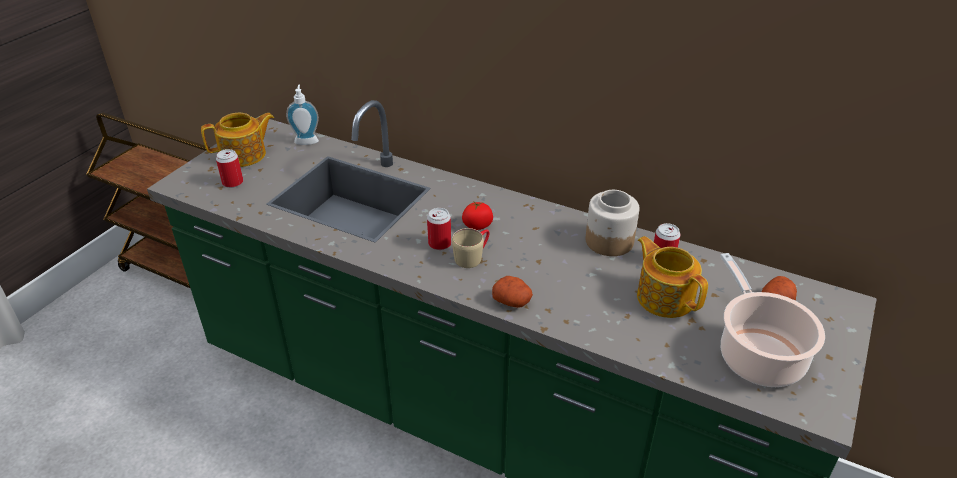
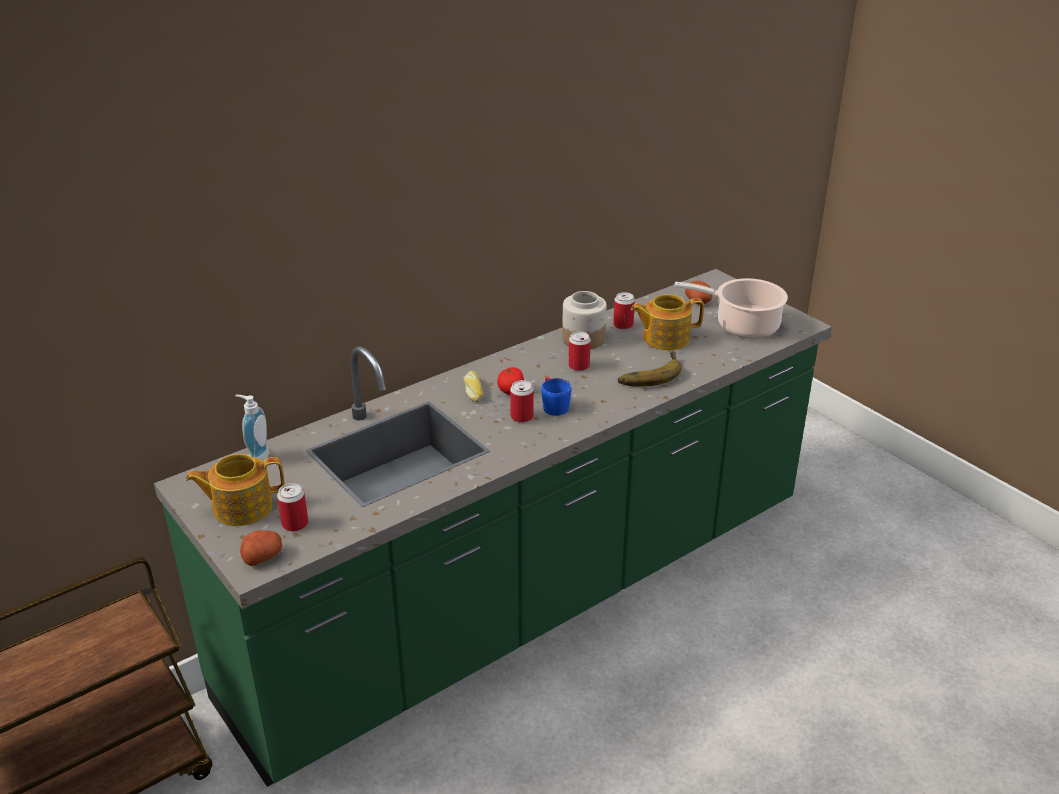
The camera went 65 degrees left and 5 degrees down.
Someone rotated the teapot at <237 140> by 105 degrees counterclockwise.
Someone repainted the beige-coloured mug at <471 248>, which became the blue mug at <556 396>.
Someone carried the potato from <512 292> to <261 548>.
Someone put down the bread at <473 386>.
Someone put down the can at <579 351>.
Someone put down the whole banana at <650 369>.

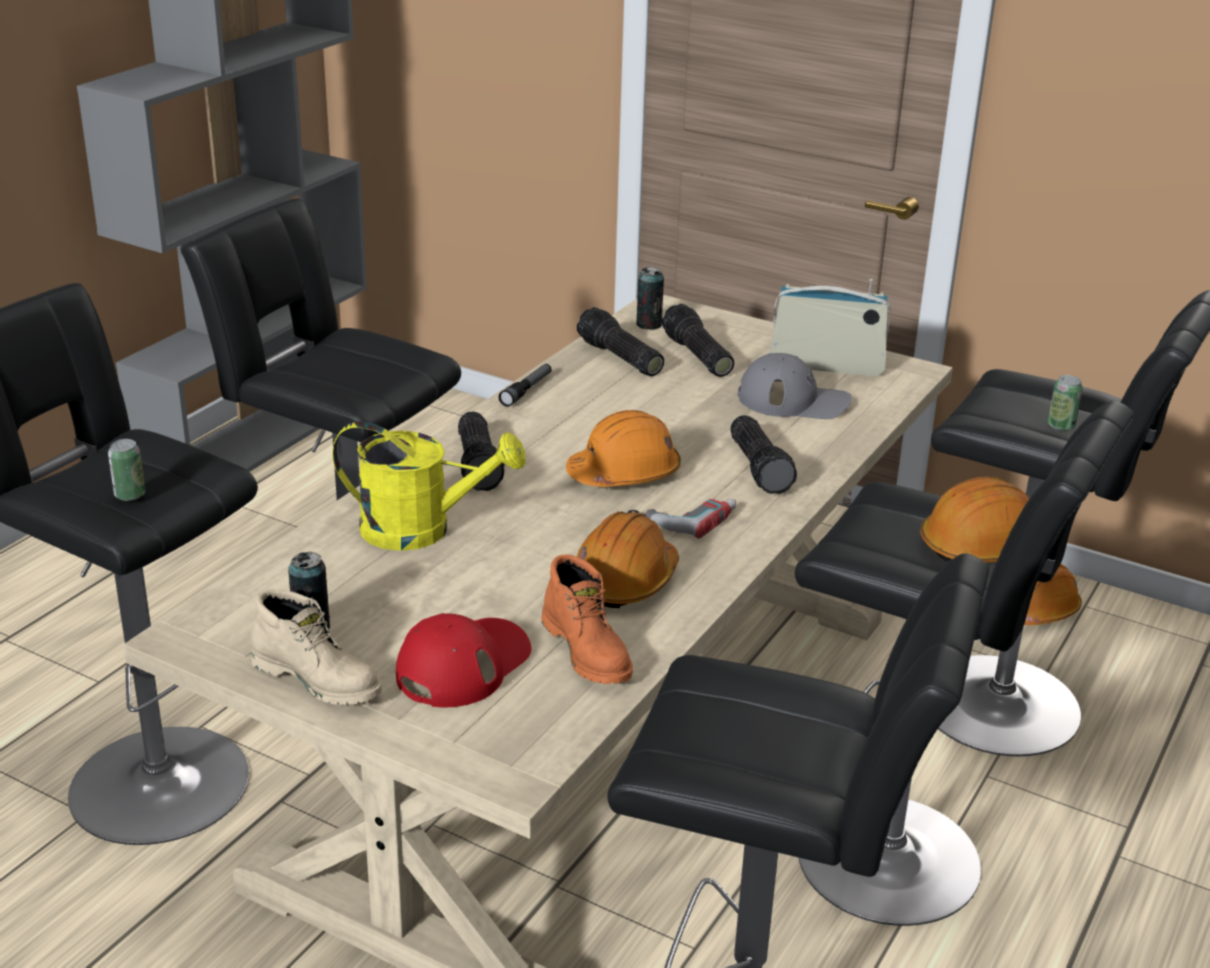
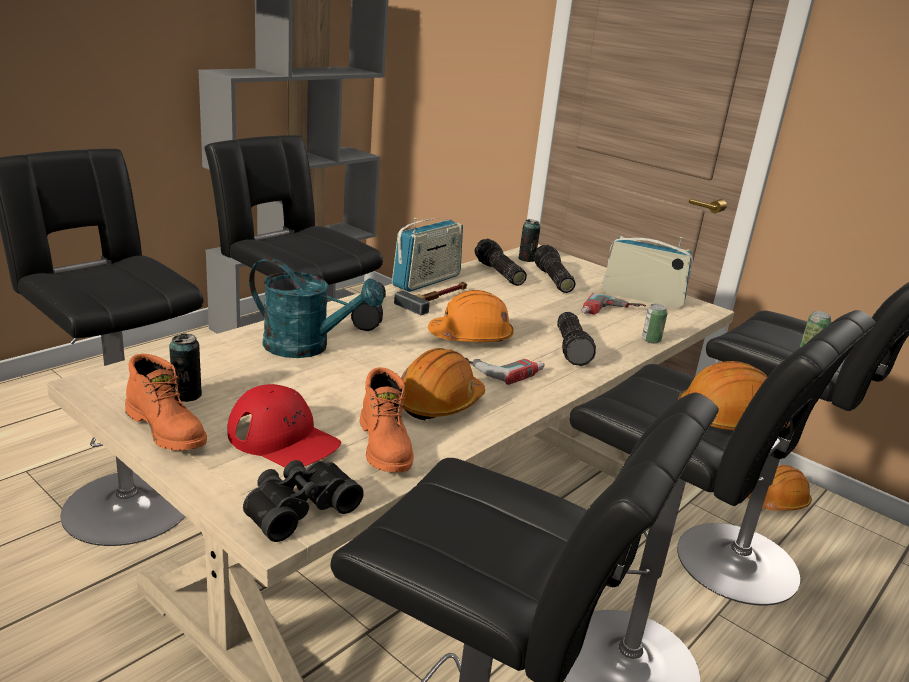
The camera went 10 degrees right and 5 degrees down.
Someone carried the can from <126 470> to <654 324>.
Someone repainted the beige-coloured tall boot at <316 647>, which became the orangey tall boot at <166 402>.
Someone repainted the yellow-coloured sprinkling can at <429 486>, which became the blue-green sprinkling can at <316 308>.
Someone rotated the red-coloured baseball cap at <463 660> by 75 degrees clockwise.
Someone swapped the flashlight at <525 385> for the radio receiver at <427 255>.
Someone swapped the grey baseball cap at <795 386> for the electric drill at <614 303>.
Someone put down the blackish pair of binoculars at <303 501>.
Someone put down the hand hammer at <430 298>.

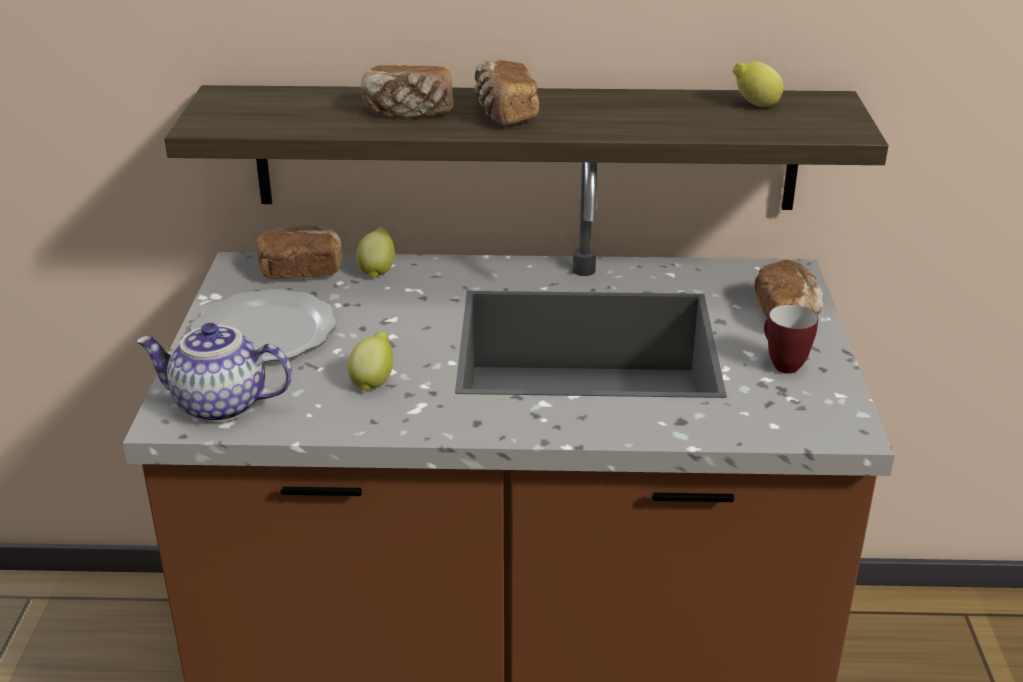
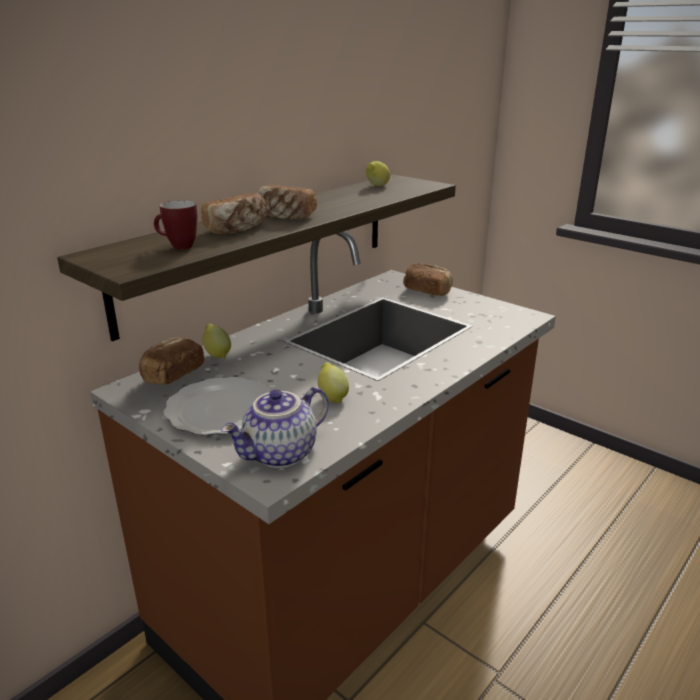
The camera went 50 degrees left and 5 degrees down.
Someone carried the mug from <791 339> to <175 225>.

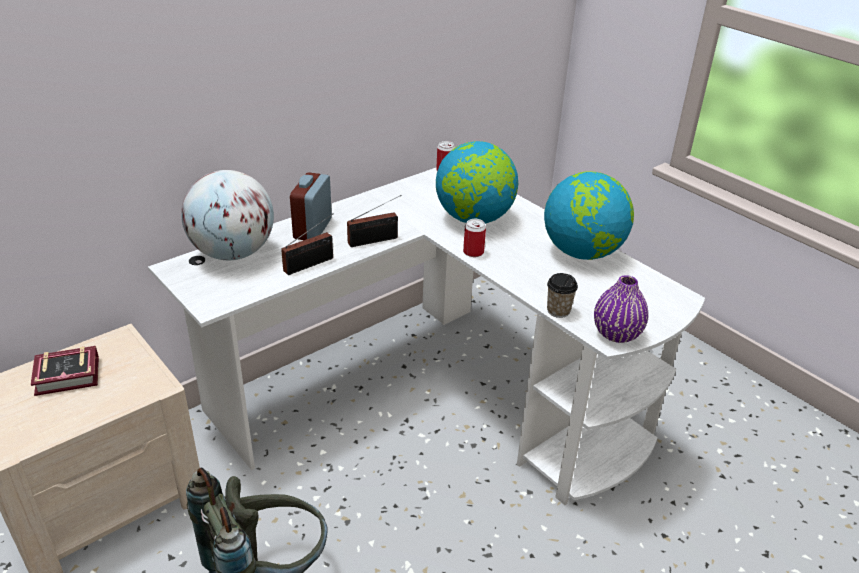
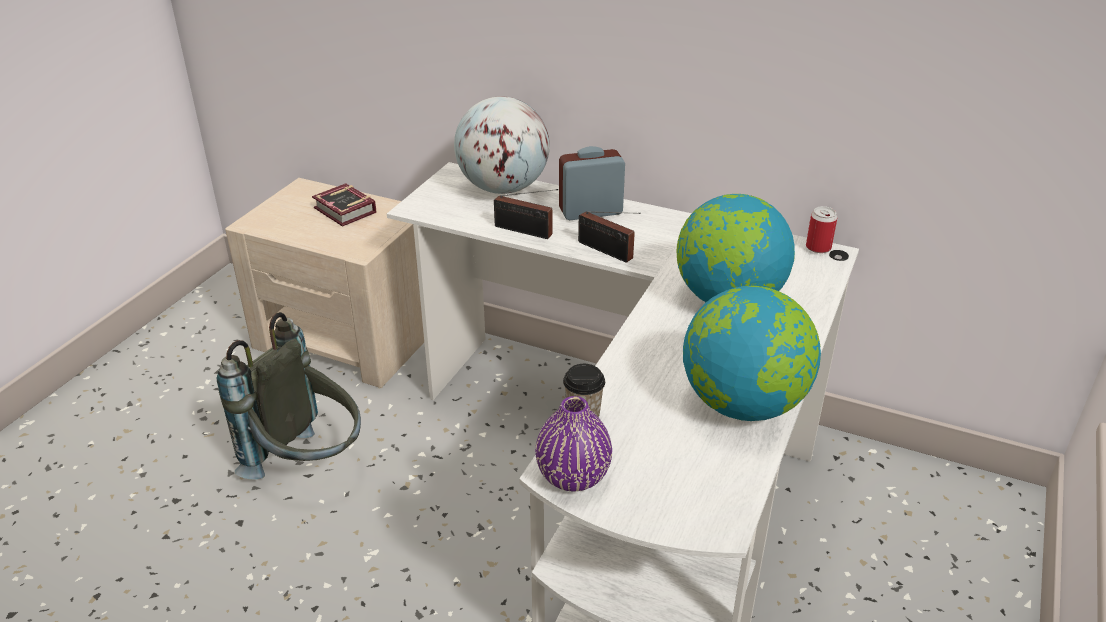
The camera went 65 degrees right and 0 degrees up.
Someone took away the can at <474 238>.

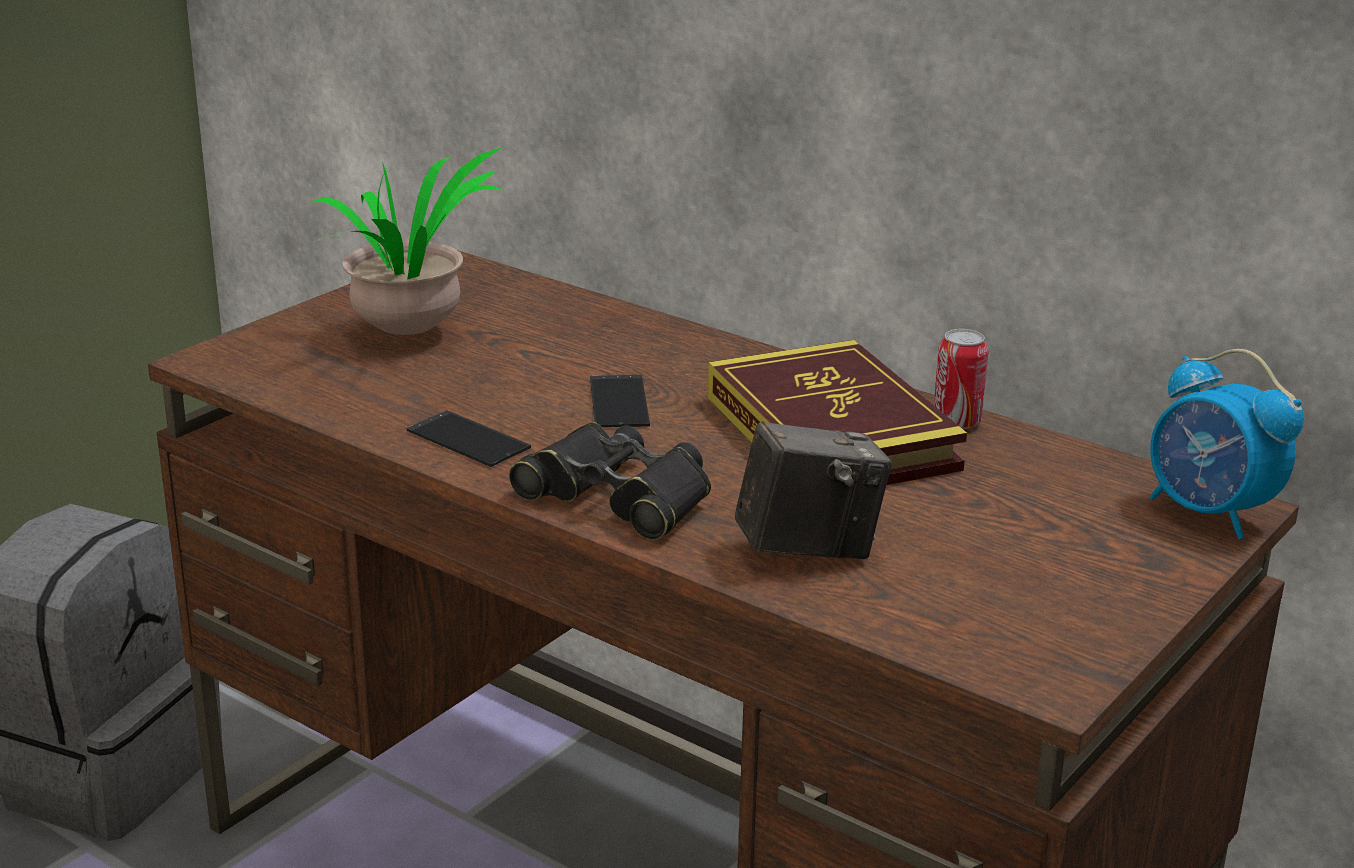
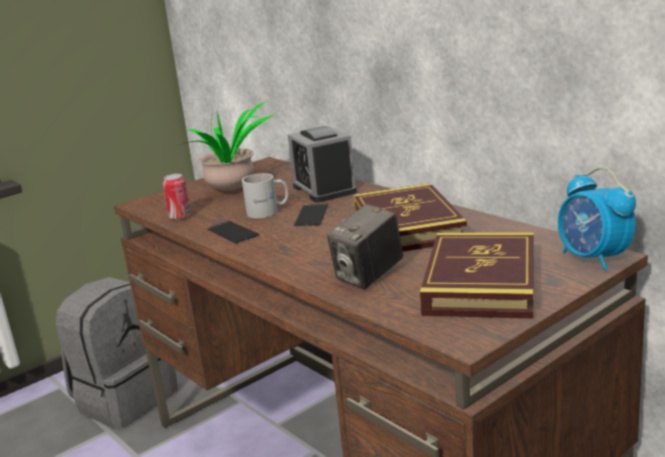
The camera went 15 degrees right and 5 degrees down.
Someone took away the blackish pair of binoculars at <610 481>.
Someone rotated the still camera at <813 490> by 135 degrees clockwise.
Someone carried the can from <961 379> to <177 197>.
Someone put down the whitish mug at <265 195>.
Someone put down the table clock at <322 164>.
Someone put down the volume at <477 275>.

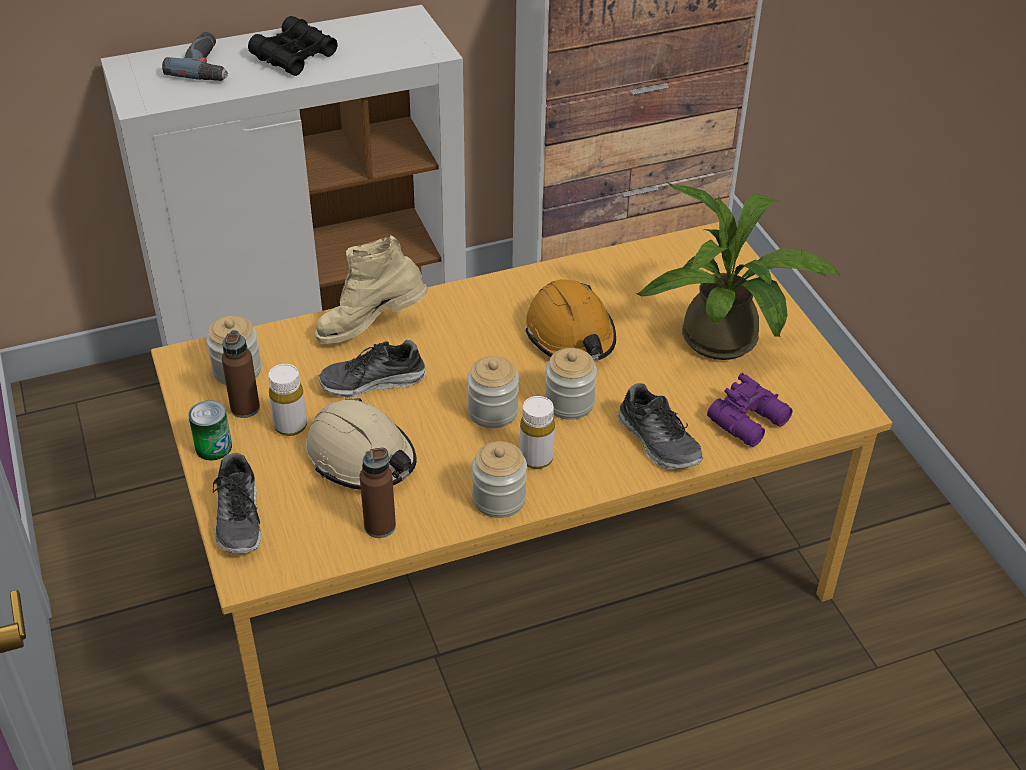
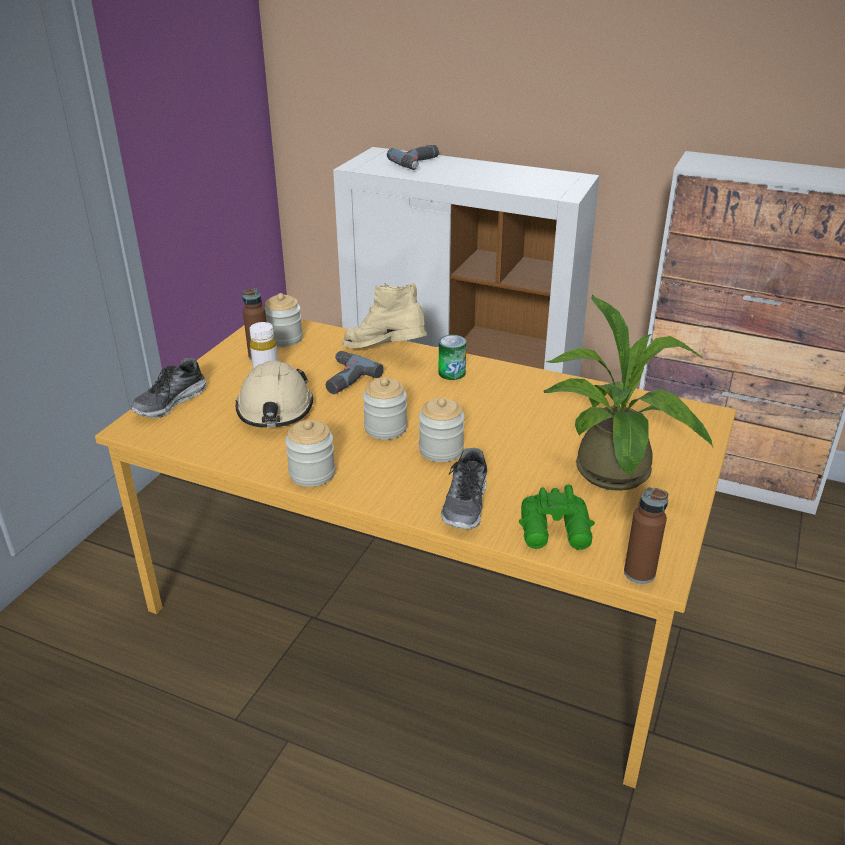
The camera went 45 degrees right and 10 degrees down.
Someone carried the can from <210 430> to <452 357>.
Someone took away the blackish pair of binoculars at <292 46>.
Someone swapped the shoe at <372 369> for the electric drill at <355 372>.
Someone carried the brown bottle from <378 493> to <646 535>.
Someone took away the whitish bottle at <537 432>.
Someone took away the orangey work helmet at <571 320>.
Someone repainted the purplish pair of binoculars at <750 410>, which became the green pair of binoculars at <557 517>.

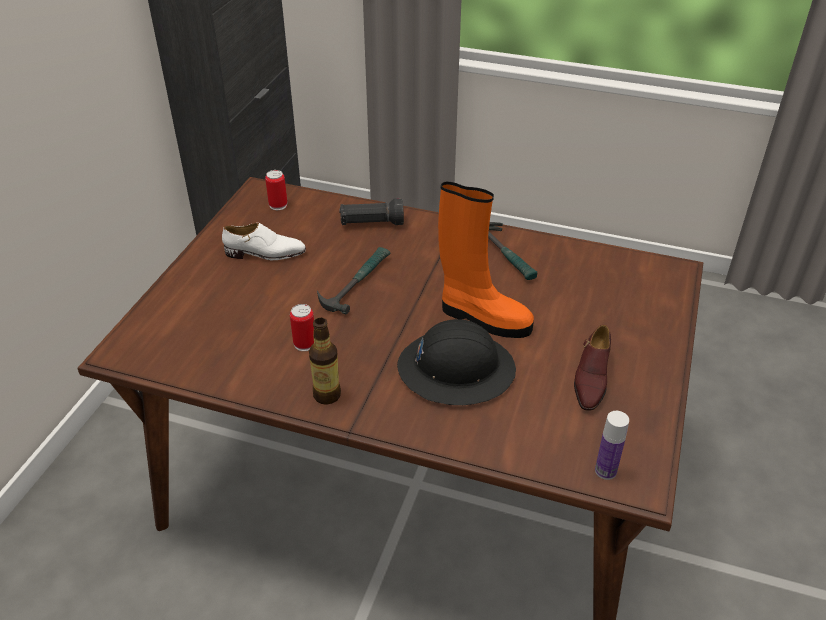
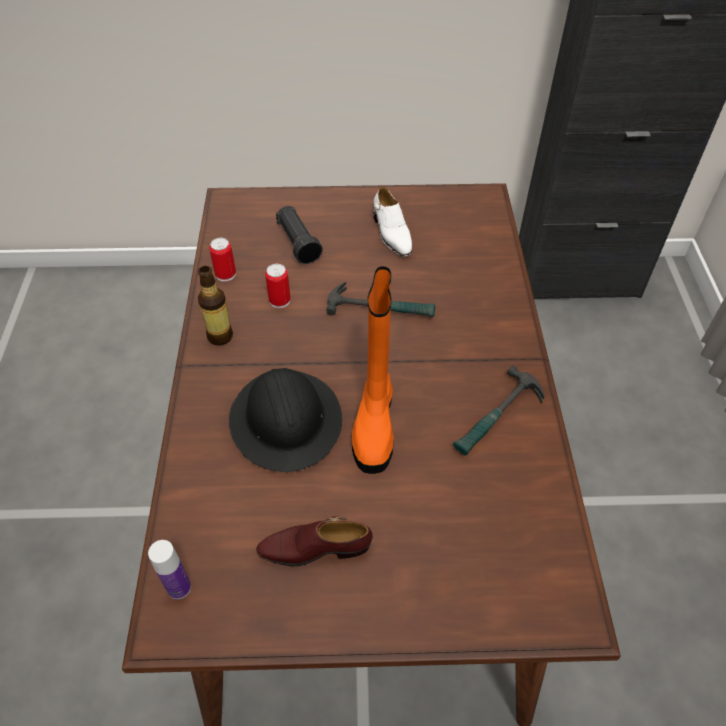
The camera went 70 degrees right and 10 degrees up.
Someone carried the can from <276 190> to <222 260>.
Someone carried the blackish flashlight from <371 211> to <299 235>.

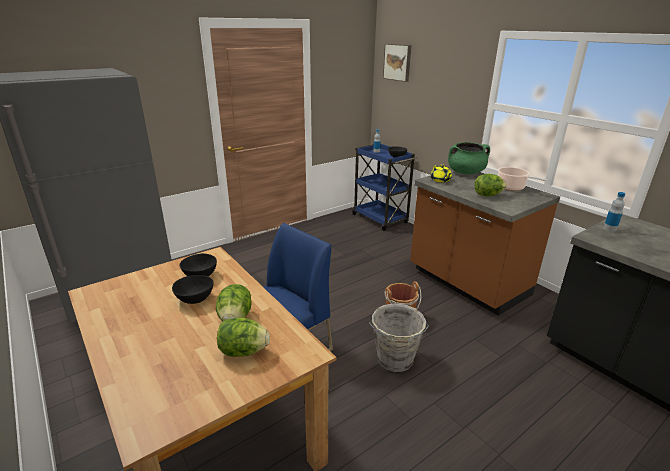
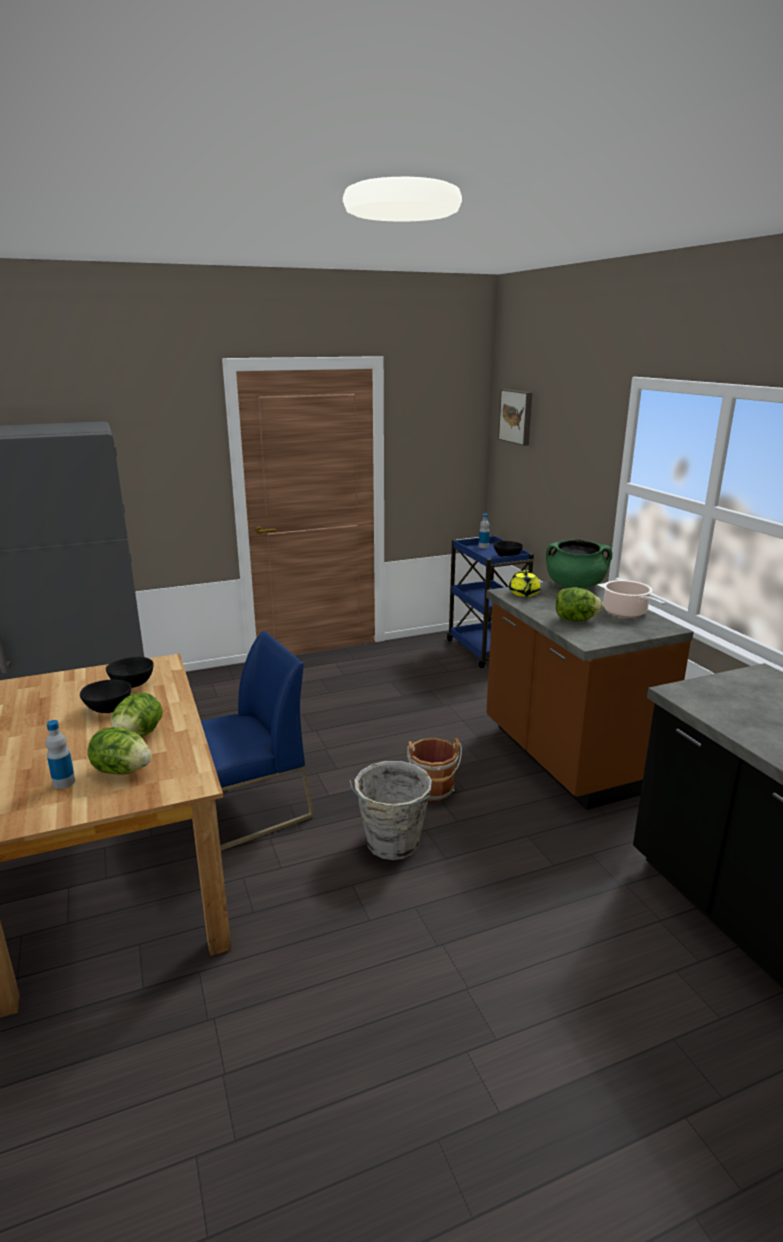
The camera went 15 degrees right and 5 degrees down.
Someone carried the bottle from <614 212> to <60 754>.

